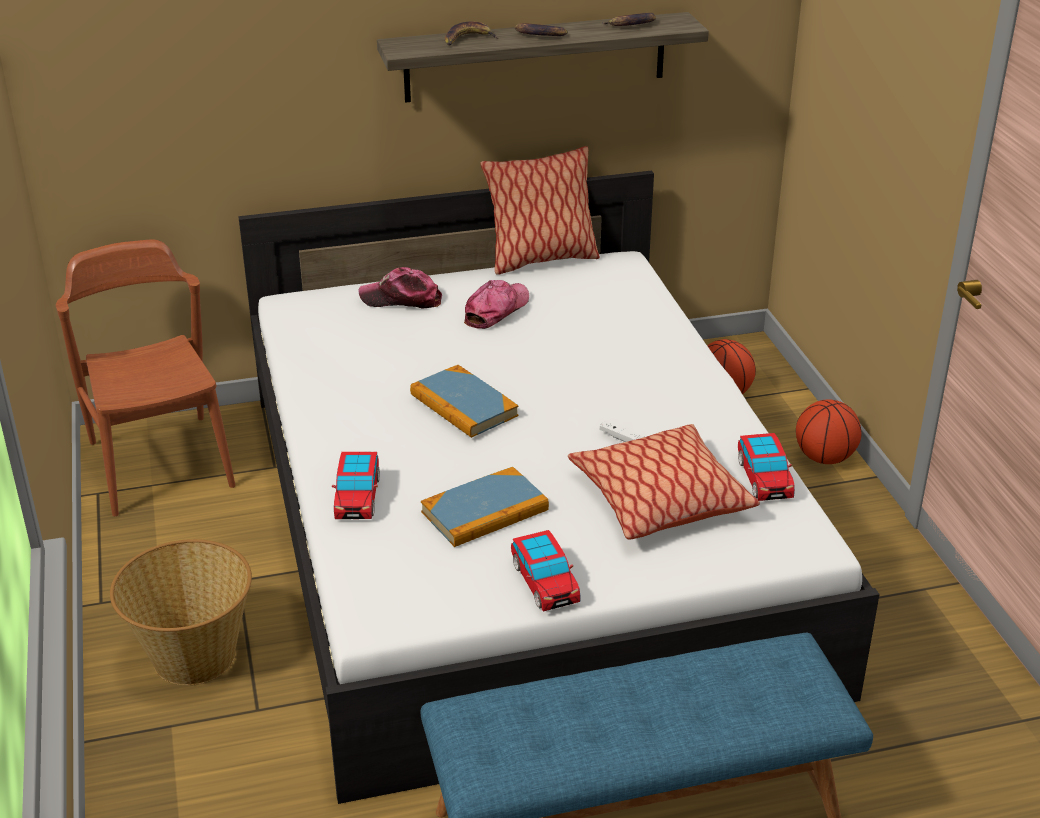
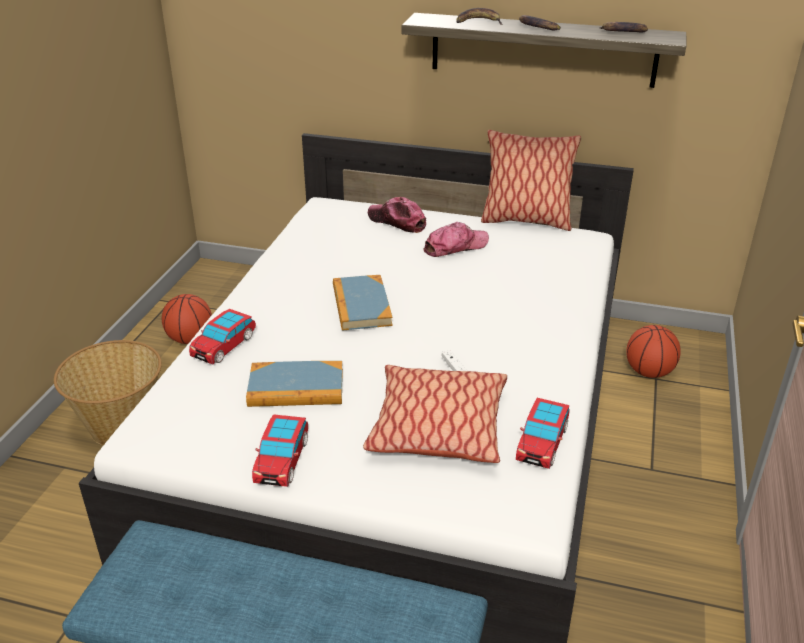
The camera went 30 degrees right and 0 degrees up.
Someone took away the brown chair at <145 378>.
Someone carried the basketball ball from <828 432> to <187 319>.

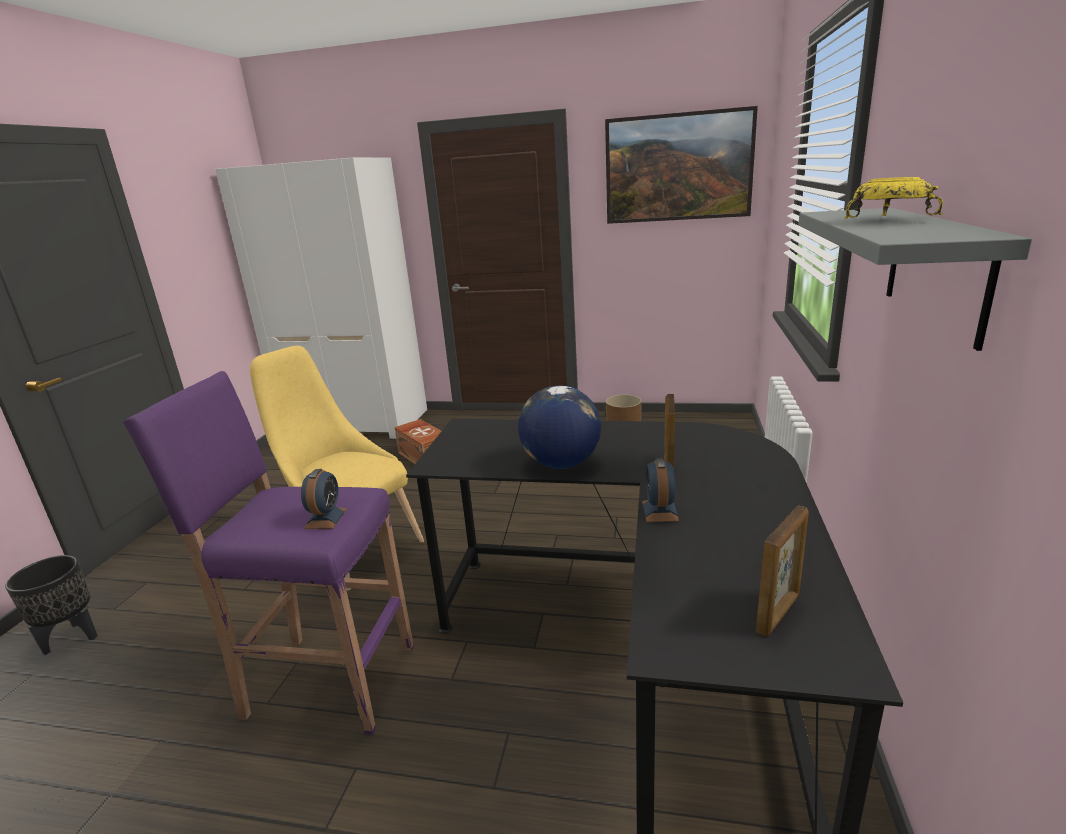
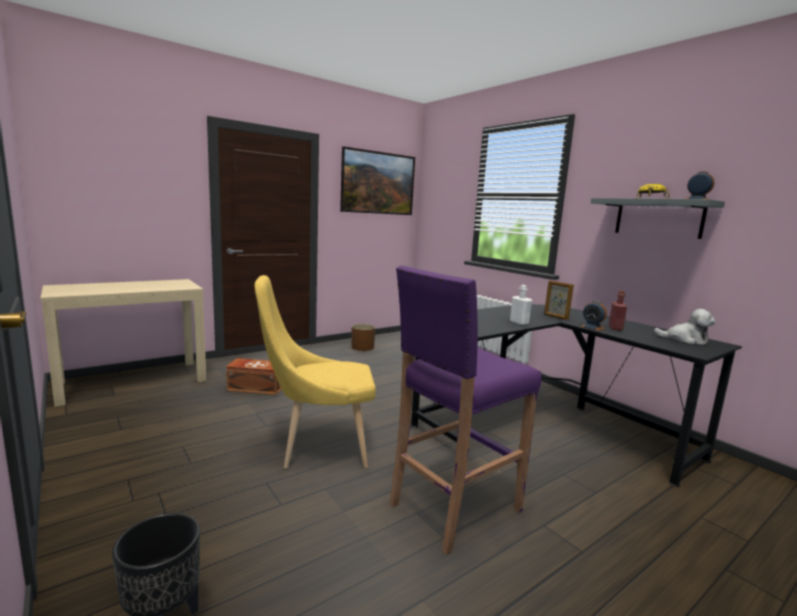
The camera went 50 degrees left and 10 degrees down.
Someone swapped the whitish armoire at <321 298> for the beige-coloured hall table at <123 343>.
Someone carried the table clock from <324 499> to <700 185>.
Someone swapped the globe at <559 427> for the whitish bottle at <521 305>.
Someone swapped the standing frame at <782 571> for the plush toy at <685 327>.
Someone put down the red-coloured bottle at <618 310>.

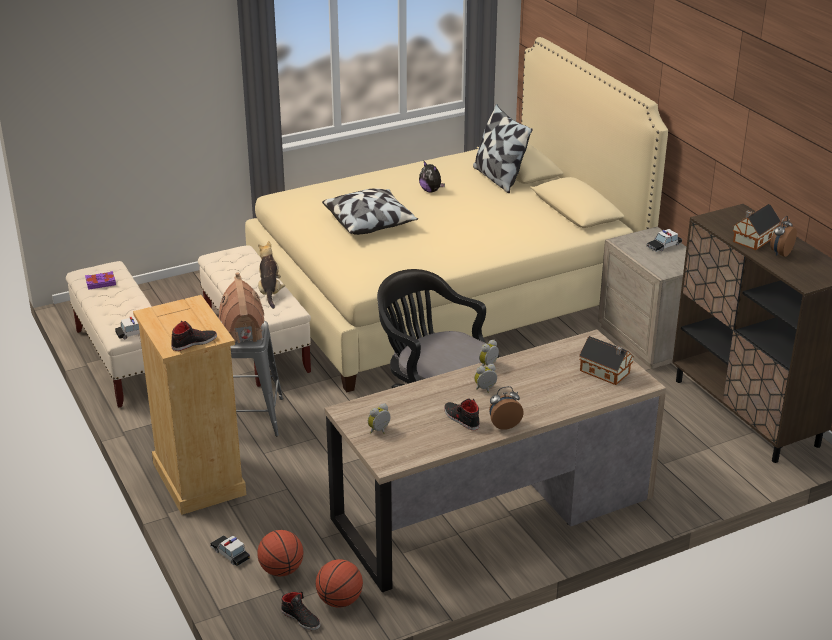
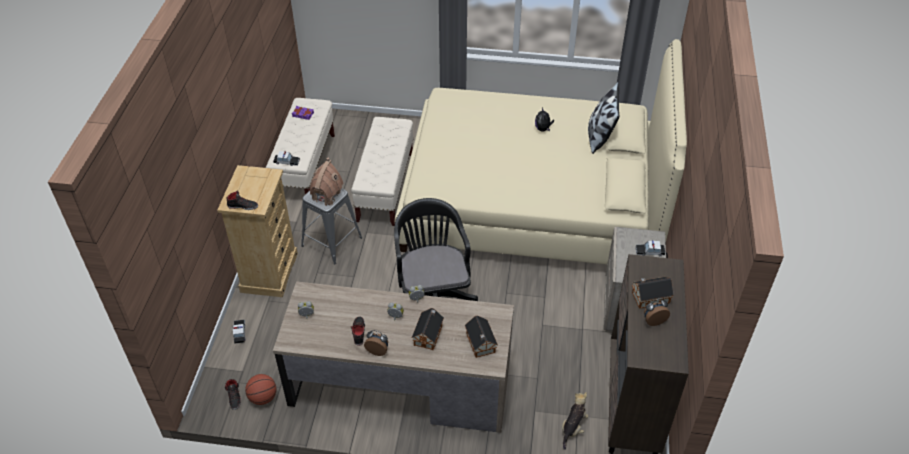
The camera went 35 degrees right and 15 degrees up.
Someone took away the basketball ball at <280 553>.
Someone carried the plush toy from <271 275> to <575 421>.
Someone took away the throw pillow at <370 211>.
Someone put down the model house at <428 329>.

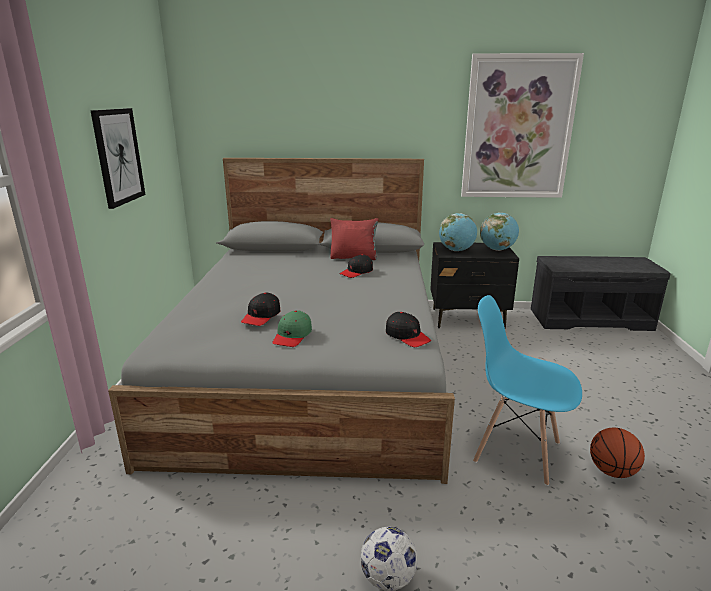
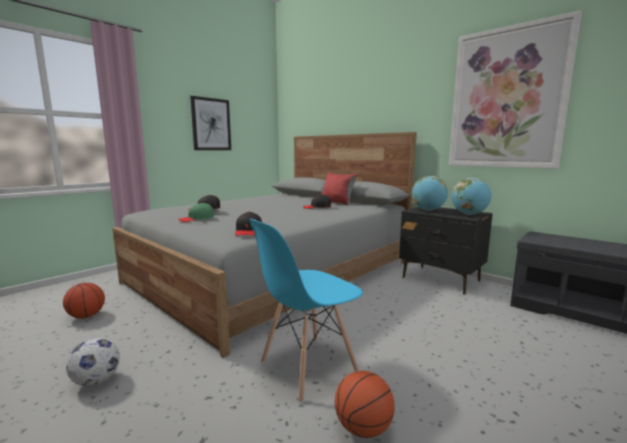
The camera went 40 degrees right and 10 degrees down.
Someone rotated the blue chair at <527 390> by 105 degrees counterclockwise.
Someone put down the basketball ball at <84 301>.

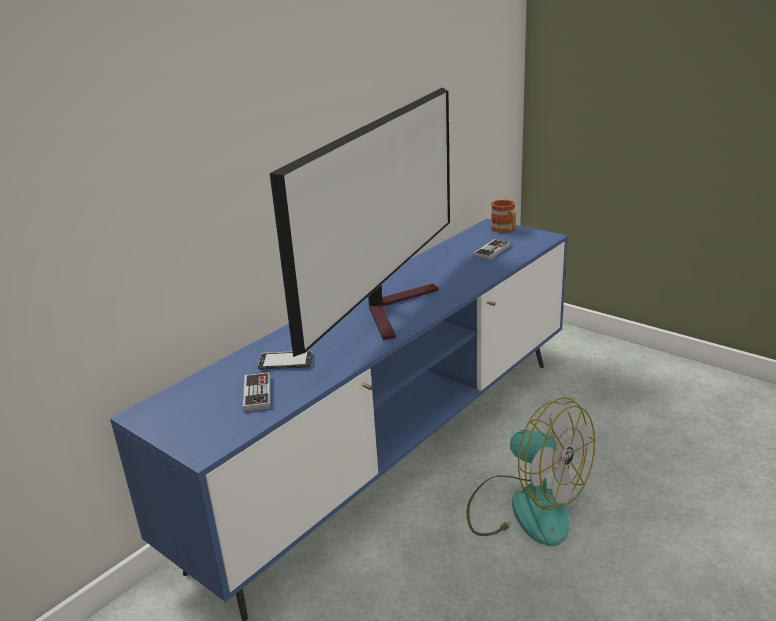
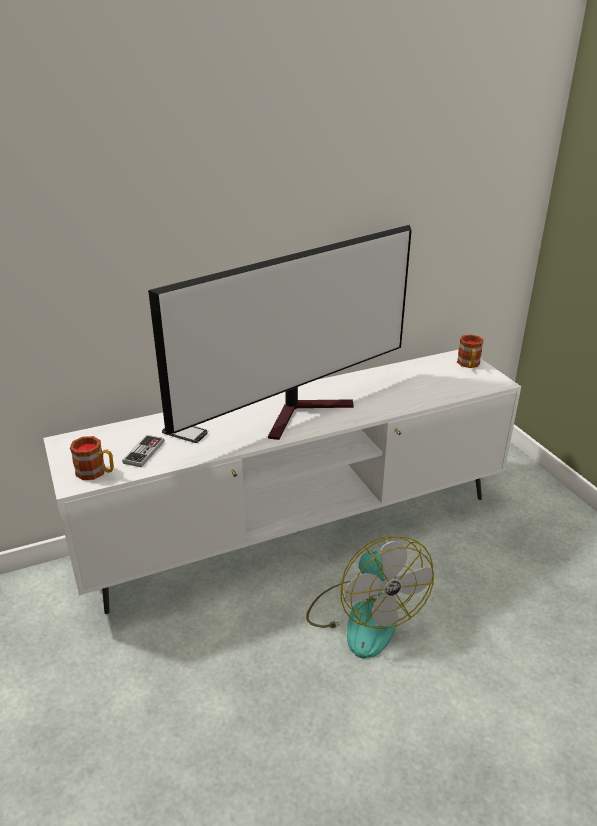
The camera went 25 degrees right and 5 degrees up.
Someone repainted the blue tv unit at <339 420>, which became the whitish tv unit at <282 482>.
Someone took away the game controller at <492 249>.
Someone put down the mug at <92 458>.

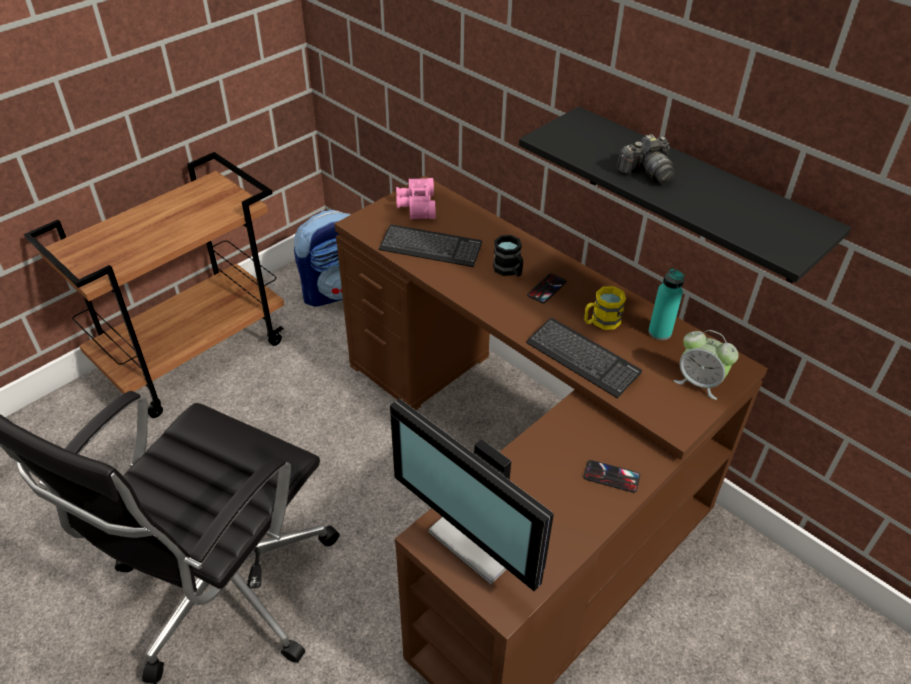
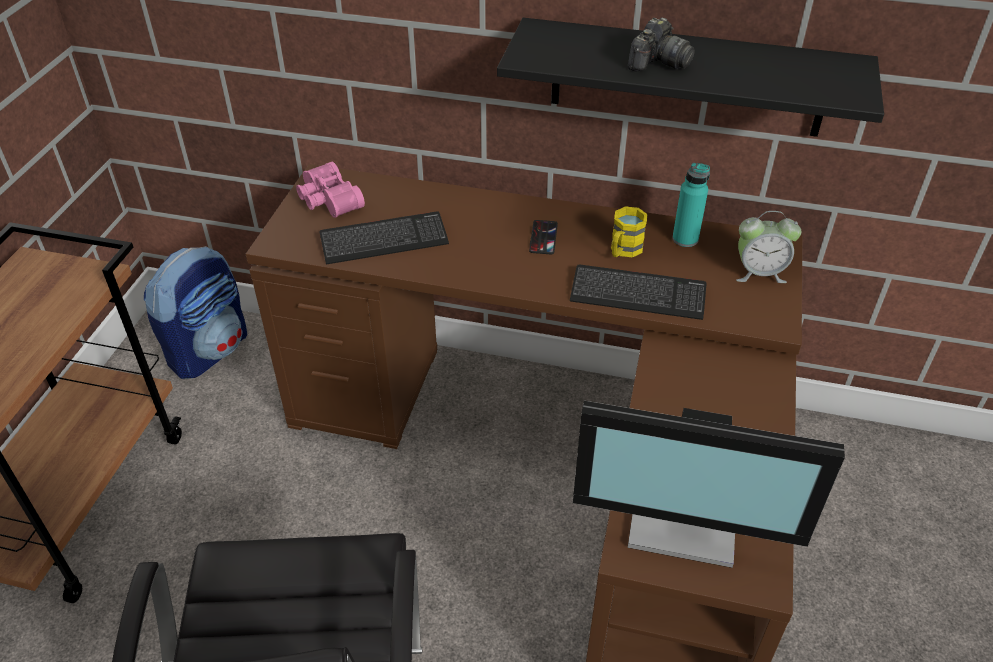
The camera went 30 degrees left and 0 degrees up.
Someone took away the blackish mug at <508 255>.
Someone took away the phone at <611 476>.

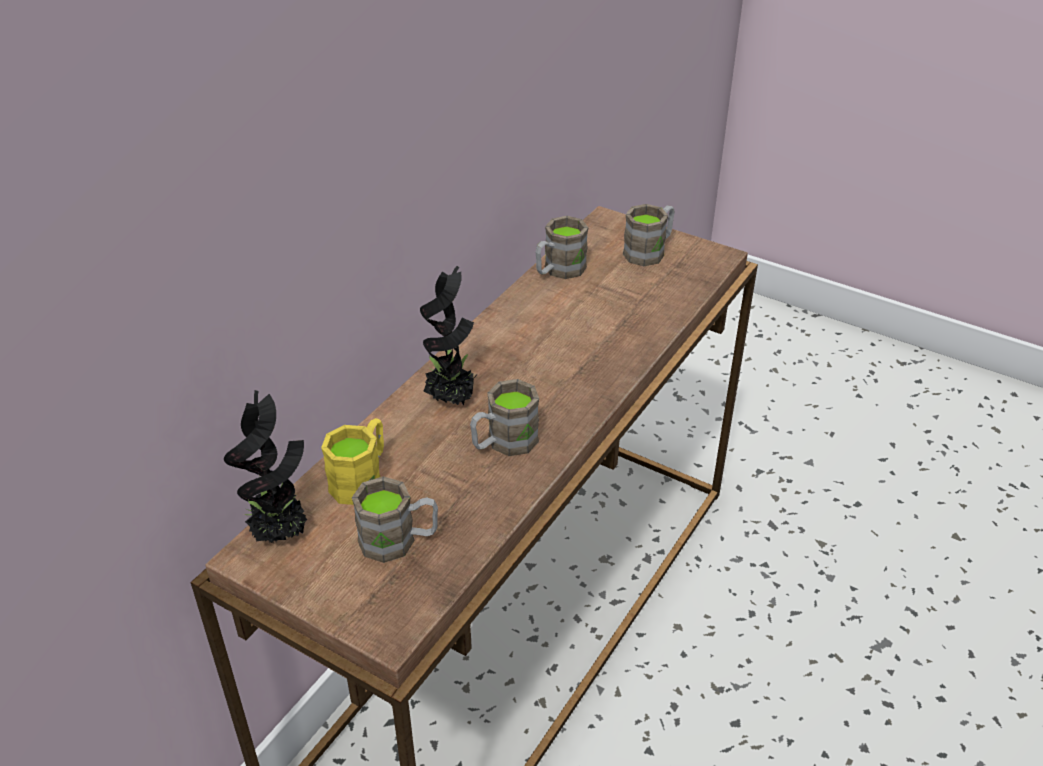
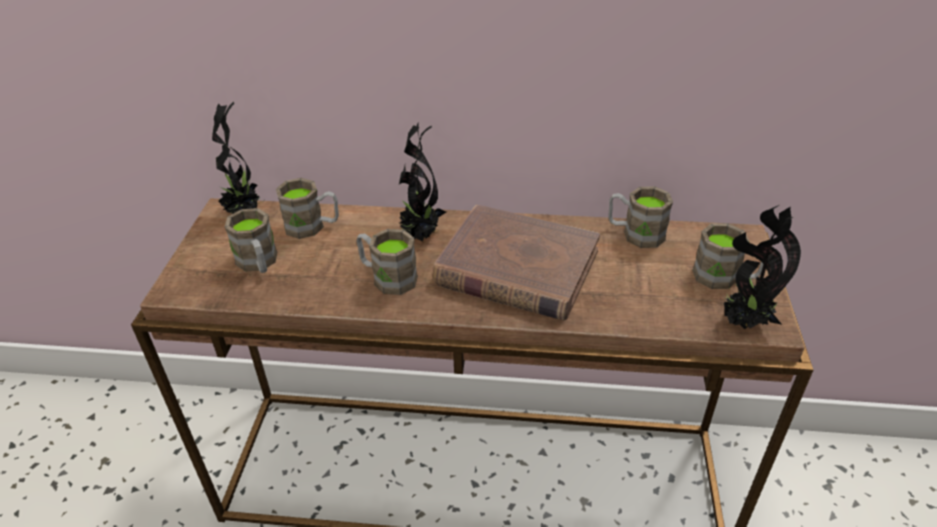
The camera went 65 degrees right and 0 degrees up.
Someone repainted the yellow-coloured mug at <352 461>, which became the brown mug at <307 208>.
Someone put down the brown volume at <516 263>.
Someone put down the potted plant at <762 267>.

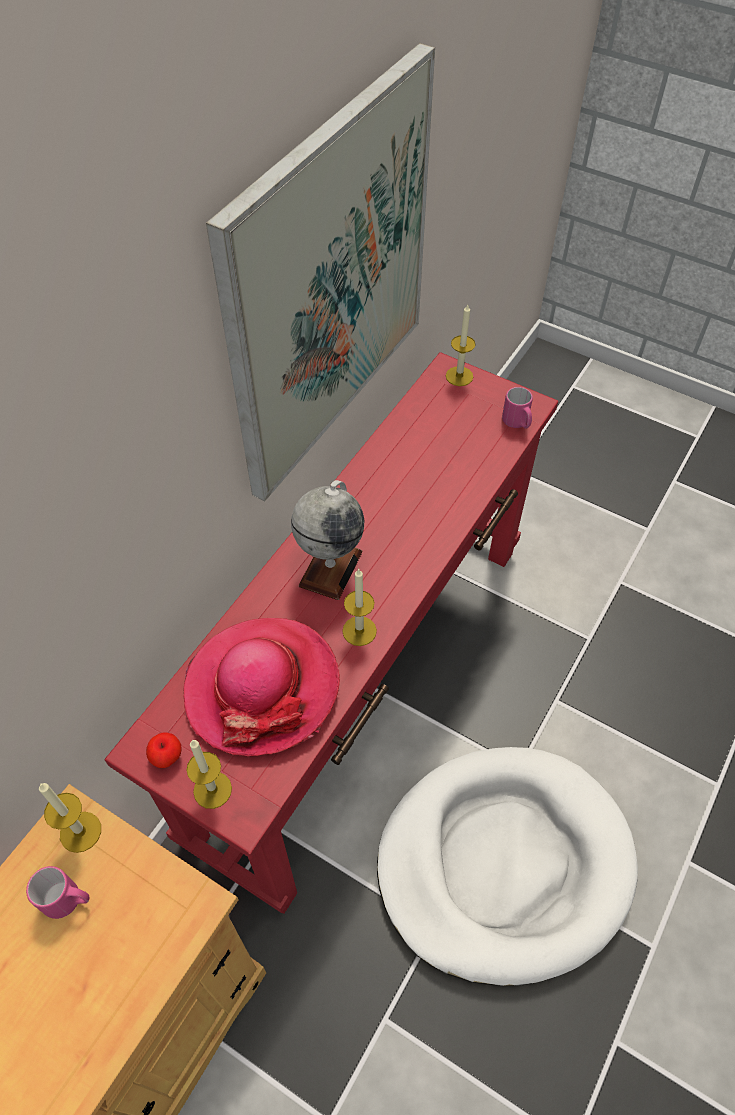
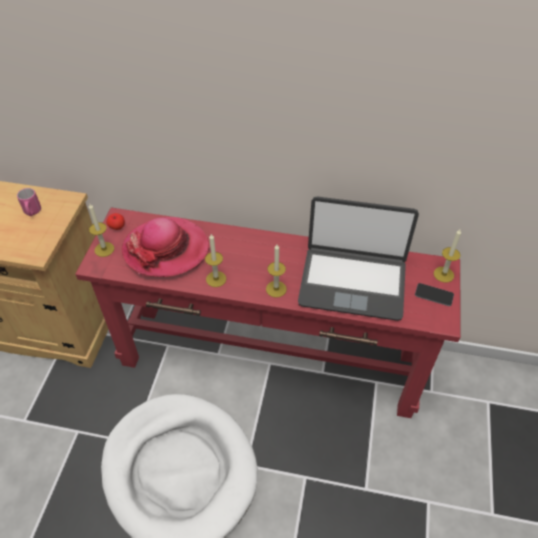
The camera went 70 degrees right and 5 degrees down.
Someone carried the candle from <70 818> to <276 271>.
Someone took away the wall picture at <320 272>.
Someone took away the globe at <327 540>.
Someone took away the pinkish mug at <517 408>.
Someone put down the notebook computer at <358 258>.
Someone put down the phone at <434 294>.

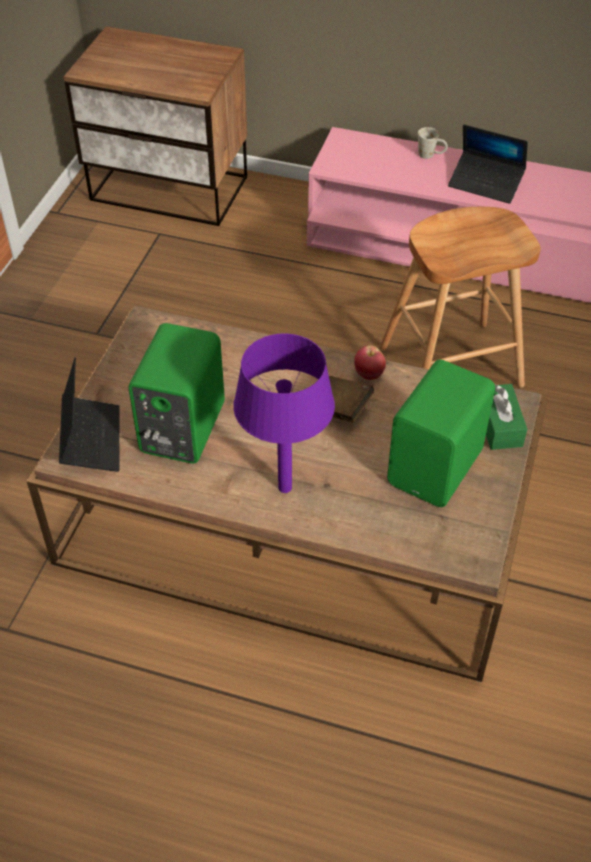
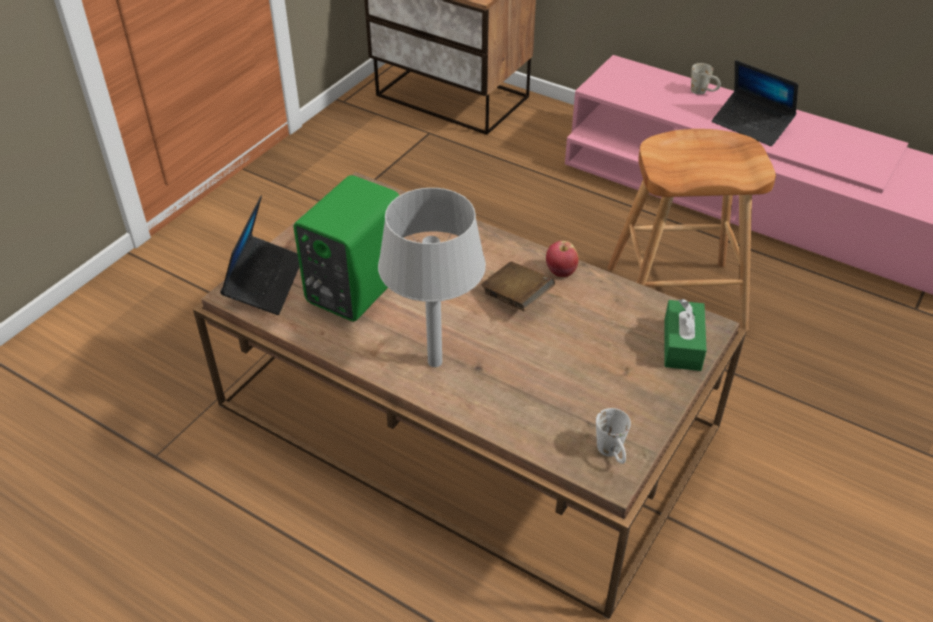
The camera went 15 degrees right and 5 degrees down.
Someone repainted the purplish lamp for a table at <284 413>, which became the grey lamp for a table at <432 277>.
Someone took away the green speaker at <441 433>.
Someone put down the whitish mug at <613 436>.

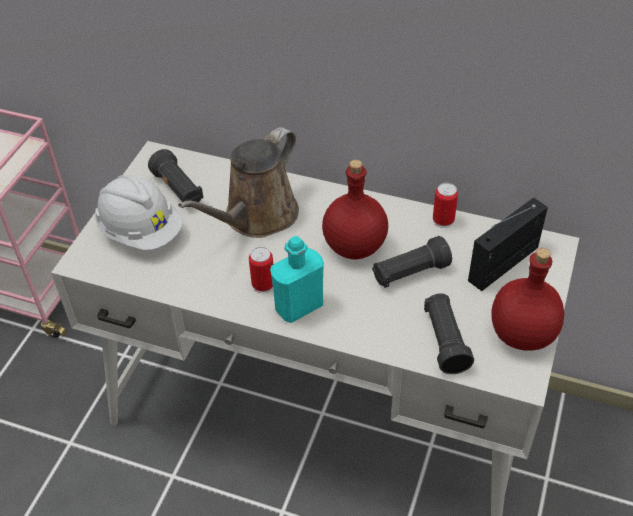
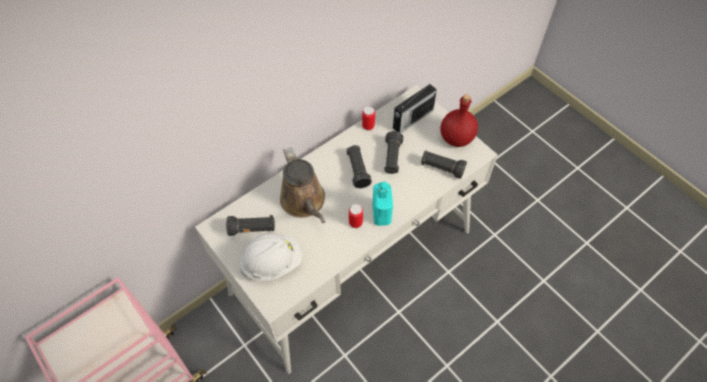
The camera went 60 degrees left and 10 degrees up.
Someone swapped the red-coloured bottle at <355 210> for the blackish flashlight at <359 167>.
Someone rotated the radio receiver at <508 244> by 120 degrees counterclockwise.

